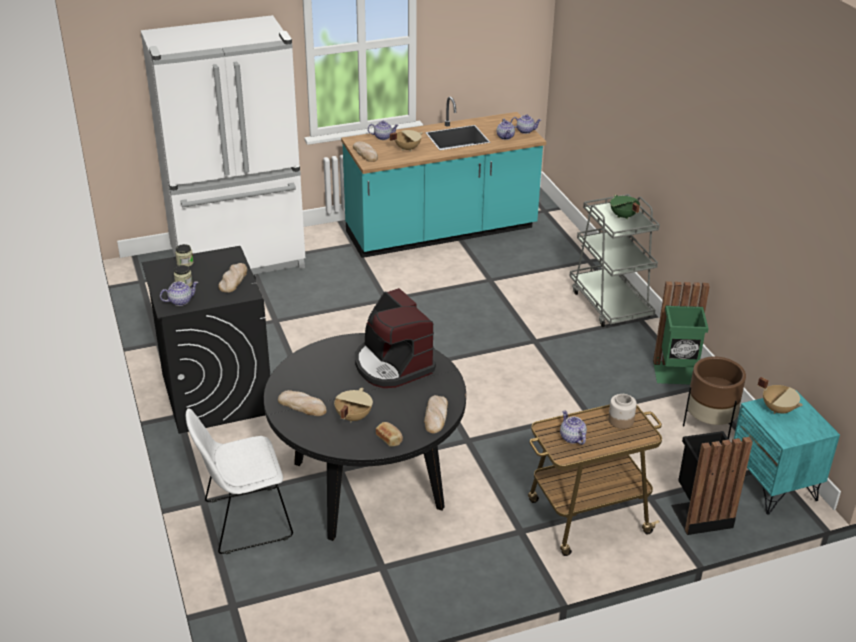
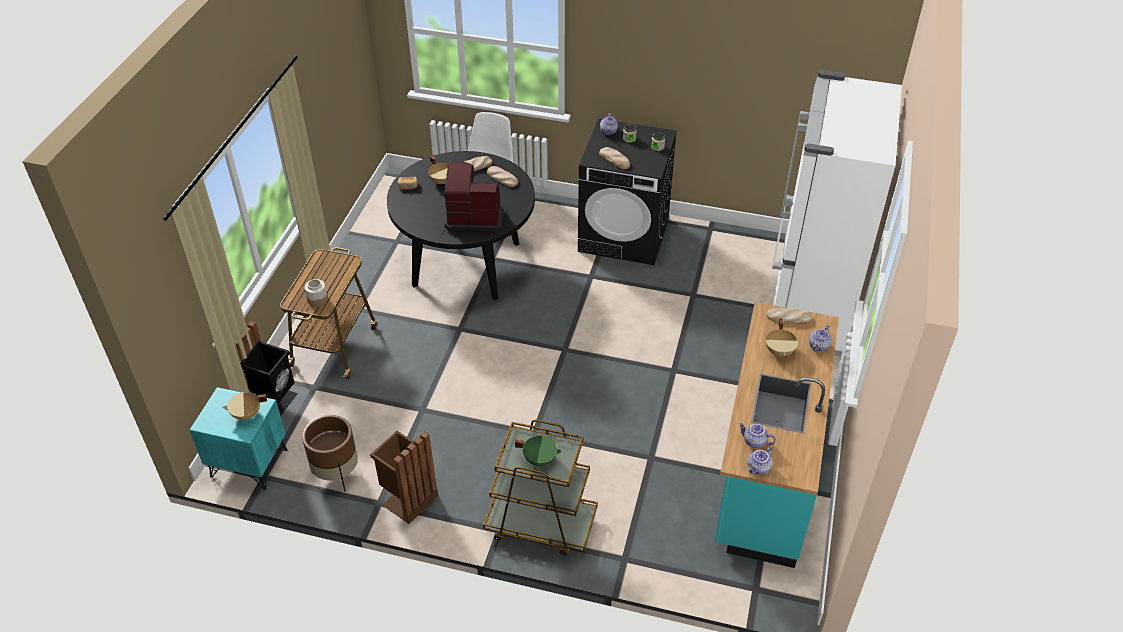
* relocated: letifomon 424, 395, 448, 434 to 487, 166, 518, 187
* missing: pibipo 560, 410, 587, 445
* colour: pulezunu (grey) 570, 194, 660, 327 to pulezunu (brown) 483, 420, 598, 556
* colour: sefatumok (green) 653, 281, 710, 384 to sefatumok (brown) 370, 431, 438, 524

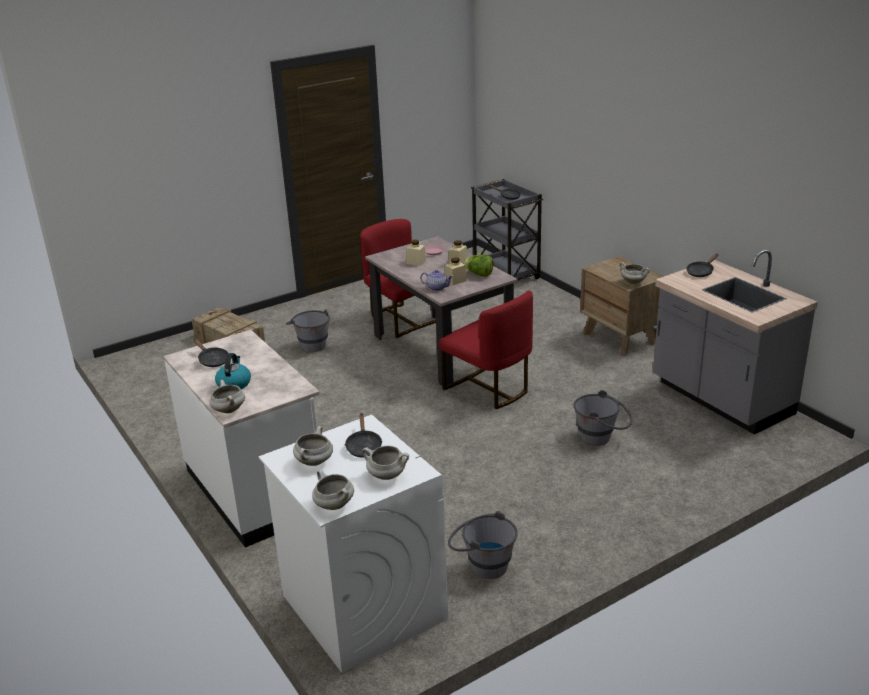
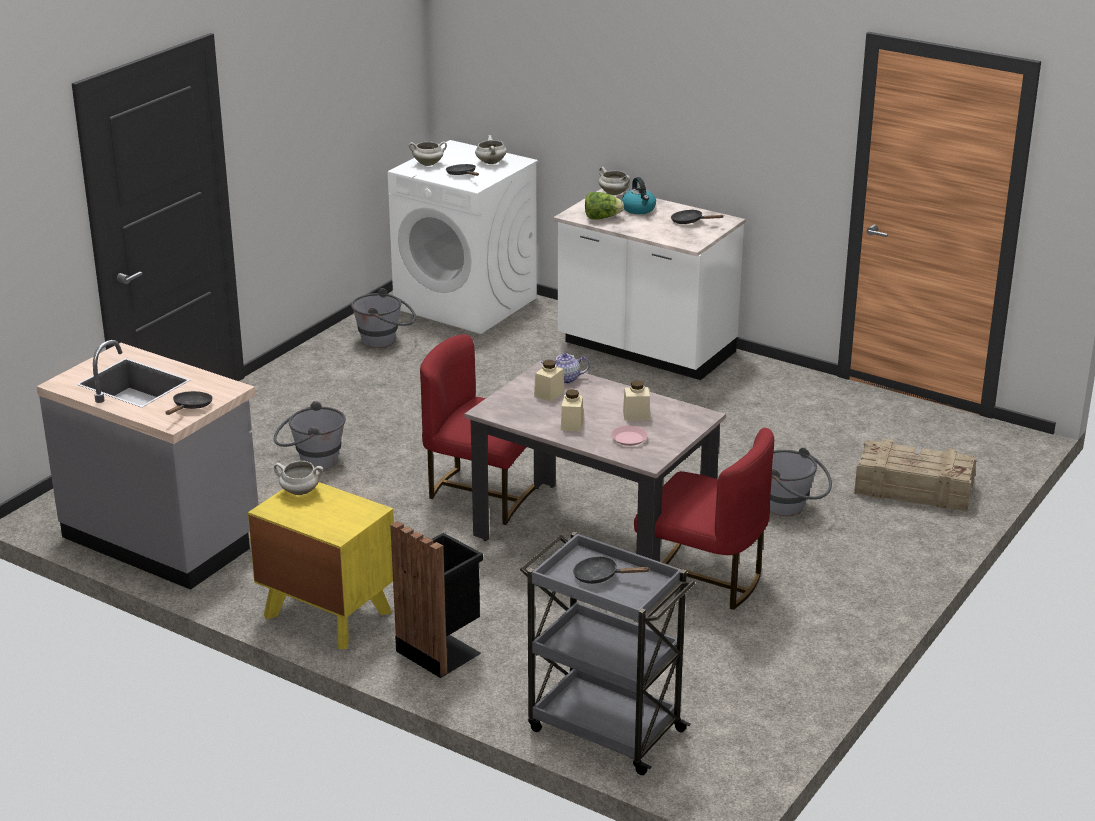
* missing: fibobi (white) 312, 470, 354, 510
* relocated: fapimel 463, 254, 493, 277 to 585, 192, 624, 220
* colour: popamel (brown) 580, 256, 664, 357 to popamel (yellow) 248, 482, 394, 649
* appeared: sefatumok (black) 390, 521, 483, 678

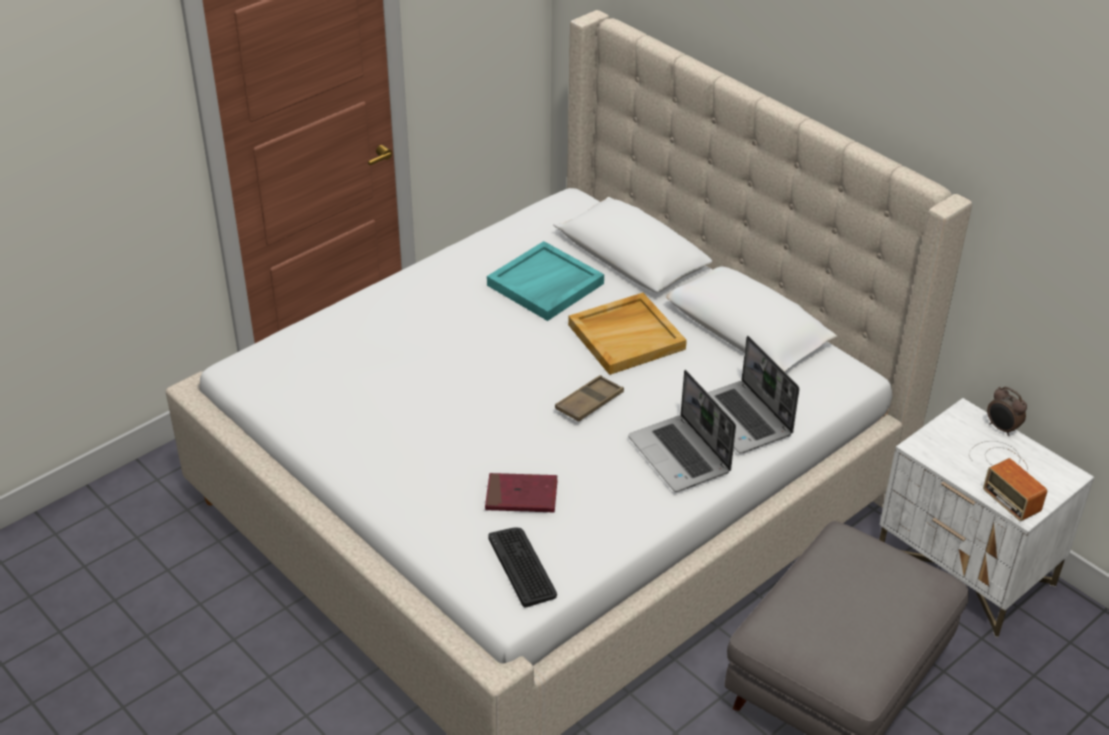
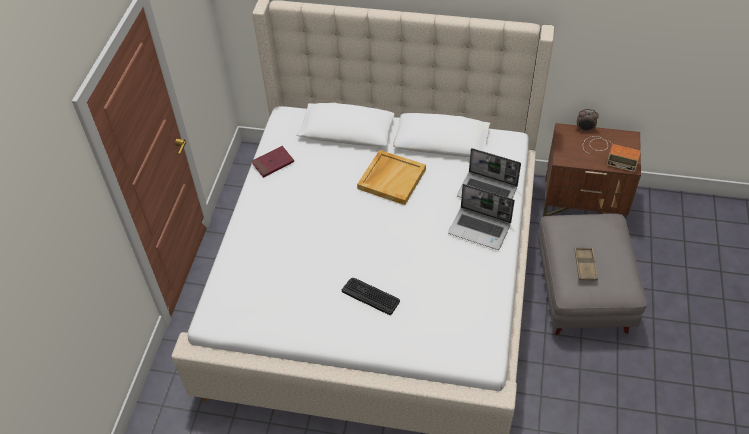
* relocated: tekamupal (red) 485, 473, 558, 512 to 252, 146, 294, 178
* missing: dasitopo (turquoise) 487, 241, 604, 321
* relocated: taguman 489, 528, 557, 608 to 342, 278, 400, 315
* relocated: dasitopo (brown) 555, 375, 624, 422 to 574, 247, 598, 281
* colour: popamel (white) 879, 398, 1094, 637 to popamel (brown) 543, 123, 641, 219

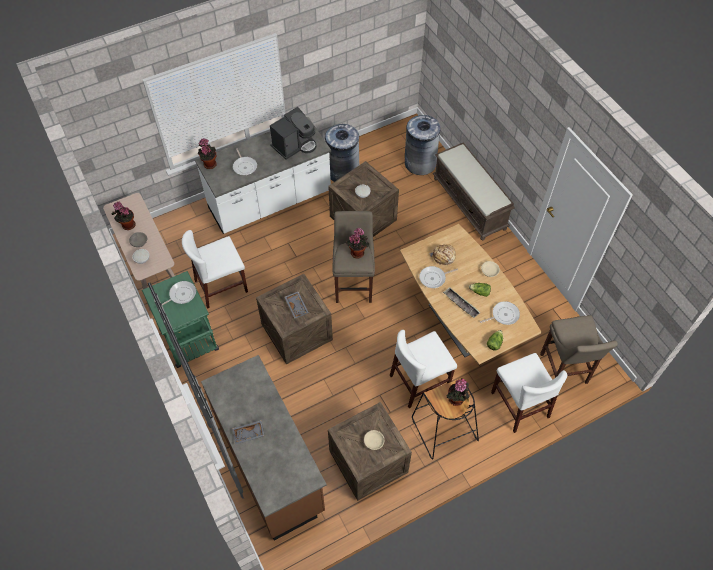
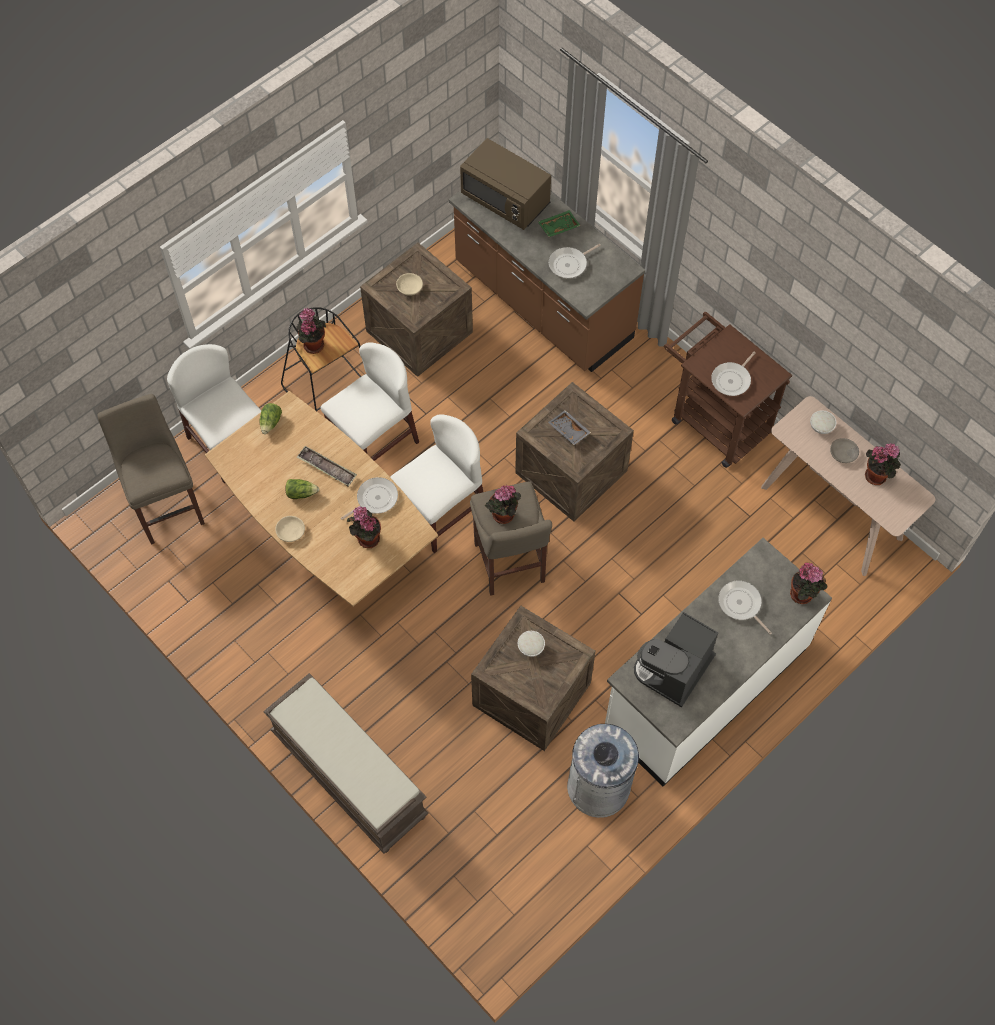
* colour: pulezunu (green) 142, 271, 219, 368 to pulezunu (brown) 664, 312, 792, 468
* relocated: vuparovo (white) 182, 230, 248, 309 to 390, 414, 483, 553
* colour: dasitopo (grey) 232, 420, 265, 445 to dasitopo (green) 538, 210, 580, 237
* missing: sefatumok (grey) 405, 115, 441, 175
* exchanged: letifomon 429, 245, 456, 265 to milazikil 347, 506, 381, 548
* relocated: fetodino 480, 301, 520, 325 to 549, 244, 601, 278
* appeared: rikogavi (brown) 460, 138, 551, 230

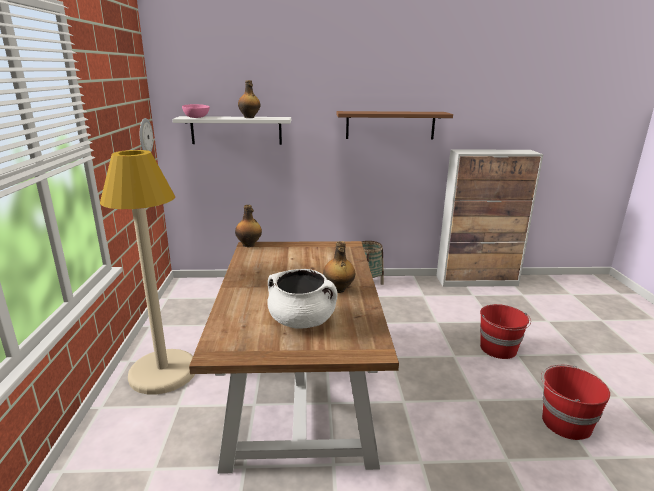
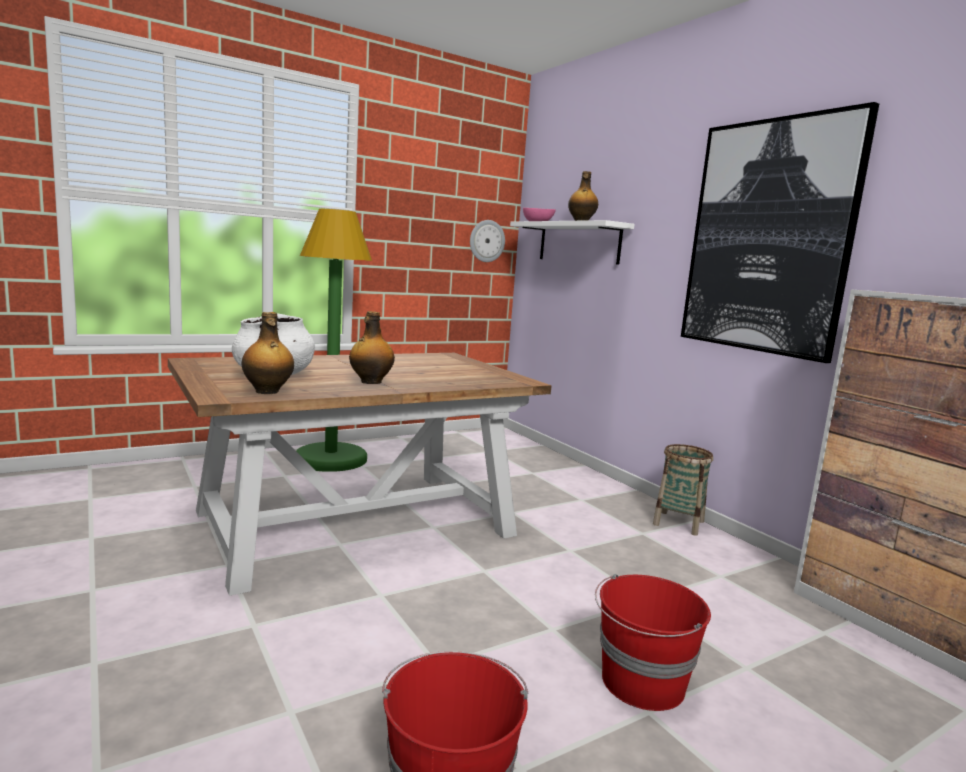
* colour: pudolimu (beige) 100, 150, 195, 395 to pudolimu (green) 296, 209, 372, 472
* relocated: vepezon 235, 205, 262, 247 to 241, 312, 294, 394
* exchanged: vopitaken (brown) 336, 111, 453, 139 to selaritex 681, 102, 879, 363

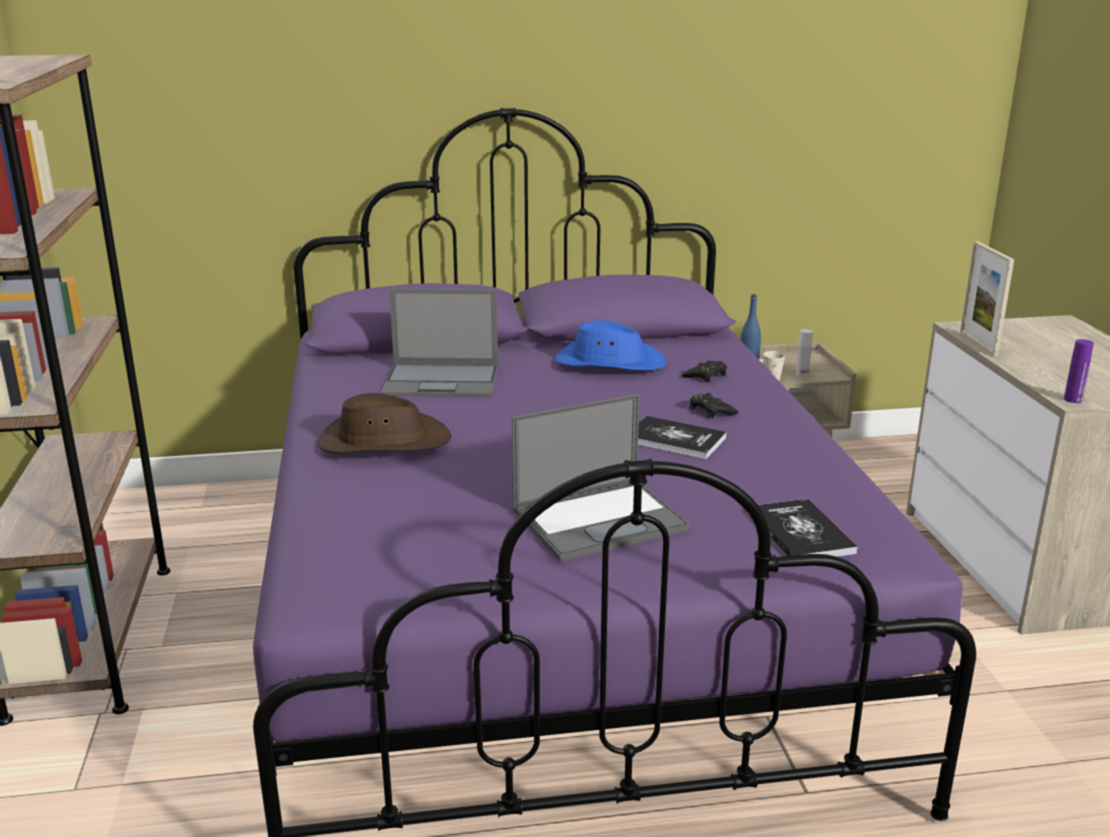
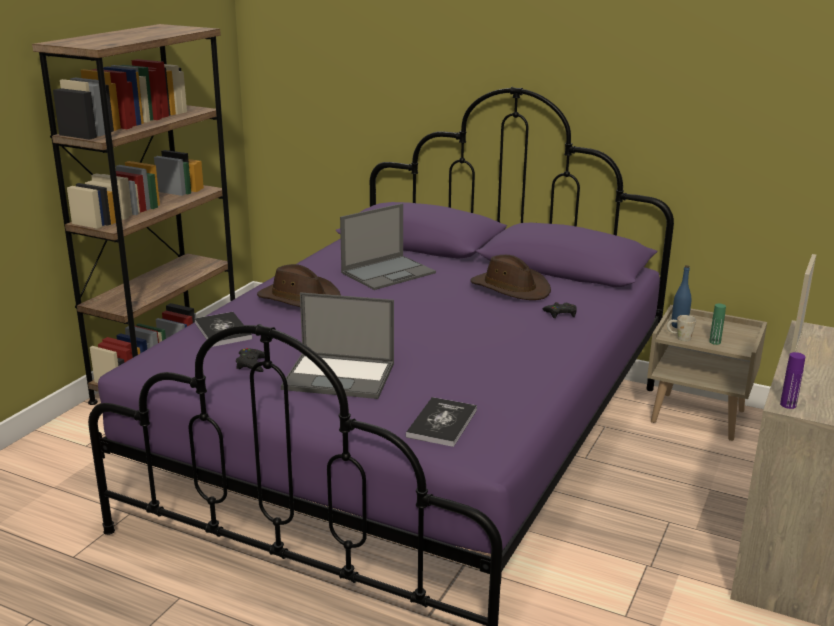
* spun: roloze 380, 289, 498, 397 = 340, 203, 436, 290 75 degrees counterclockwise
* colour: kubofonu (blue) 555, 320, 667, 370 to kubofonu (brown) 470, 255, 551, 300
* relocated: tekamupal 638, 416, 727, 459 to 194, 312, 252, 347
* relocated: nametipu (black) 690, 393, 738, 418 to 236, 348, 264, 372
* colour: vepezon (white) 796, 329, 813, 377 to vepezon (green) 709, 304, 726, 345

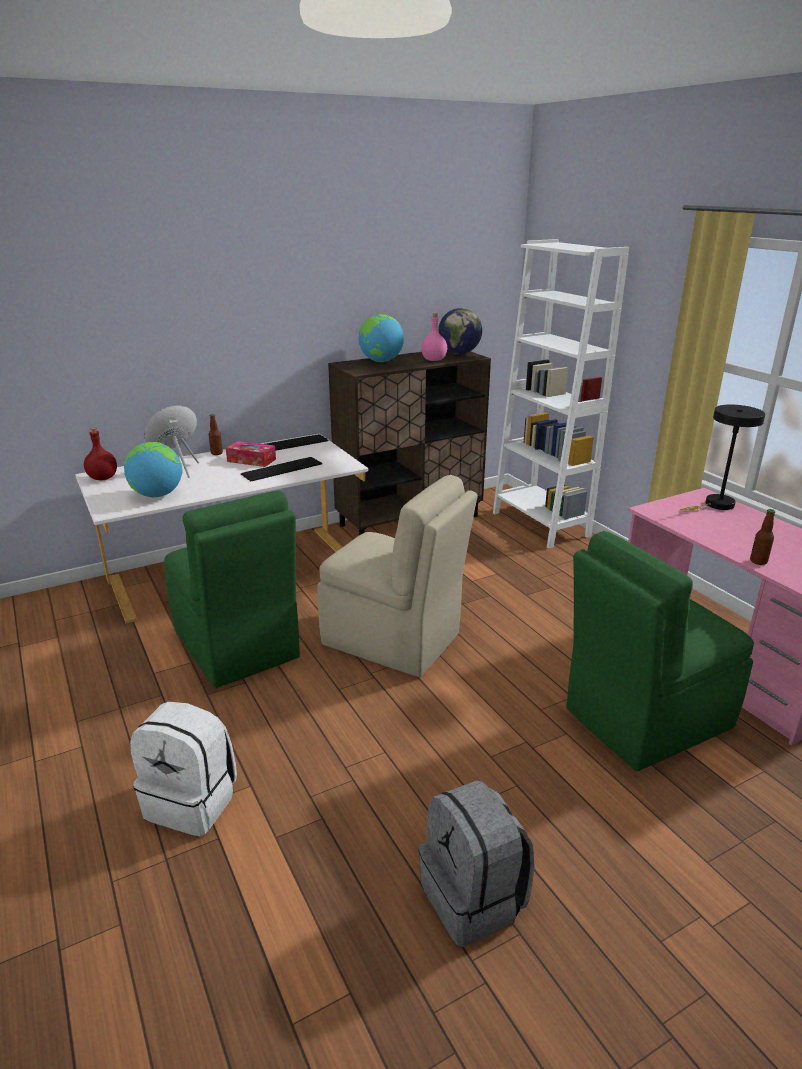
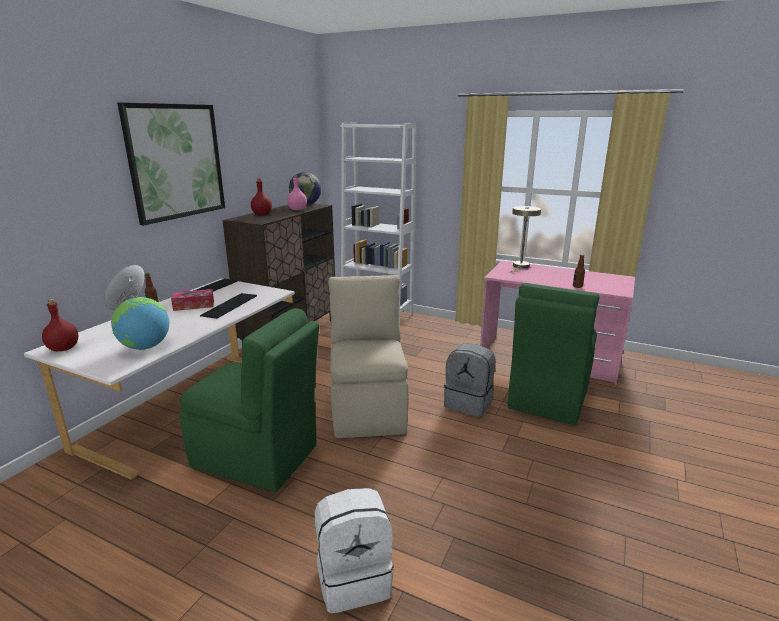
* spun: vuparovo (beige) 317, 475, 478, 677 = 328, 275, 408, 438 90 degrees counterclockwise
* exchanged: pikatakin 359, 314, 404, 362 to vepezon (red) 251, 178, 272, 215
* relocated: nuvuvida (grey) 419, 780, 535, 947 to 444, 343, 496, 417
* colour: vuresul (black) 680, 405, 765, 512 to vuresul (beige) 509, 206, 541, 273
* appeared: selaritex 117, 102, 225, 225

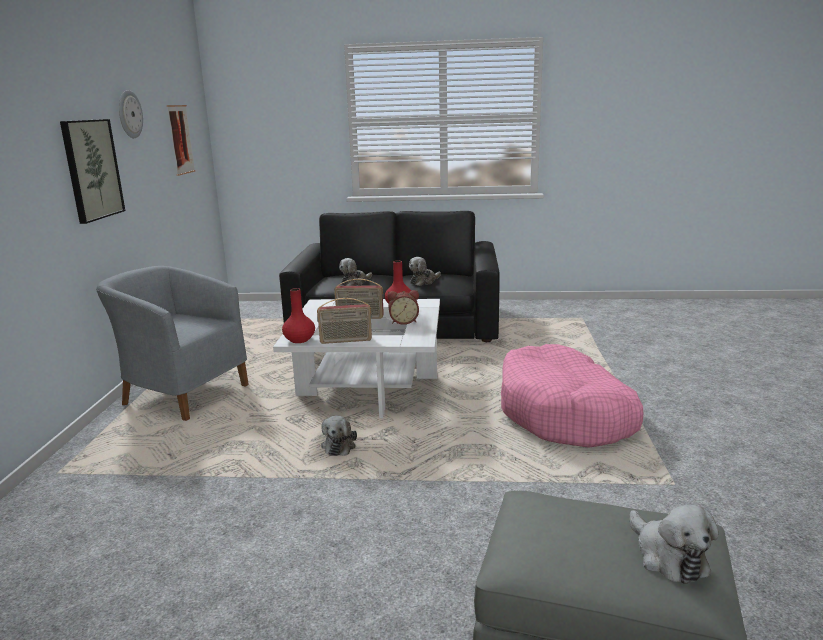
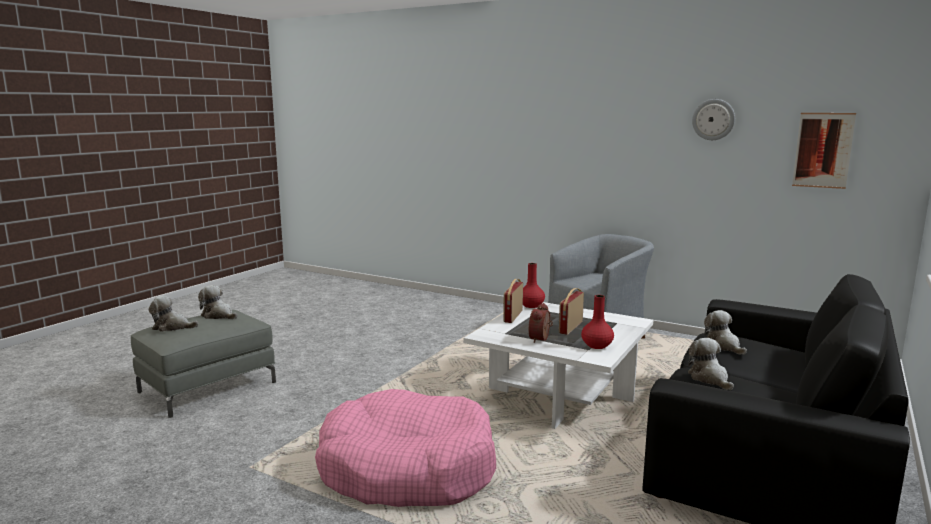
* missing: selaritex 60, 119, 125, 224
* relocated: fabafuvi 321, 415, 357, 456 to 198, 285, 237, 319

